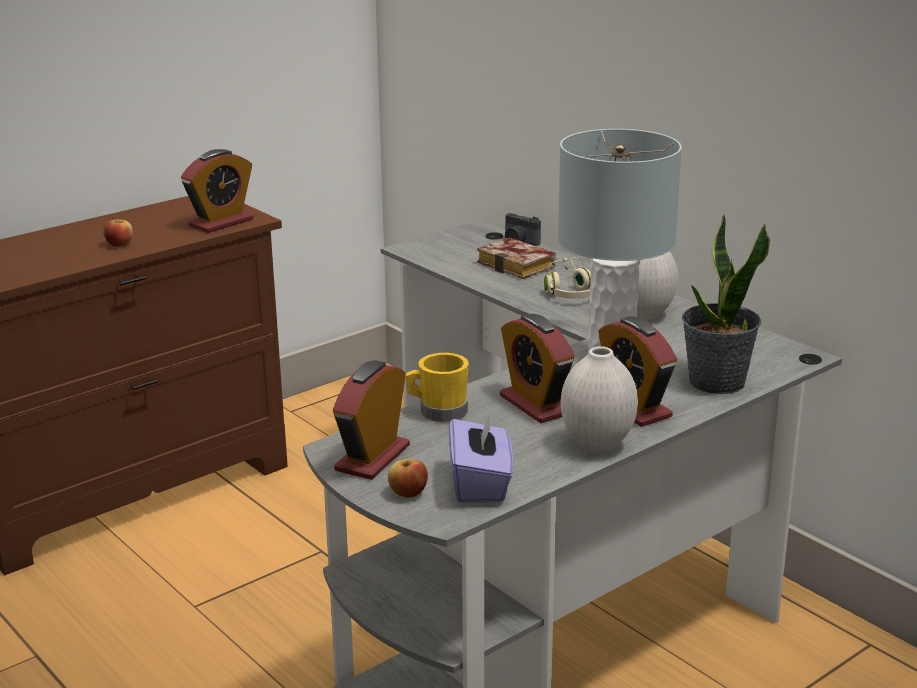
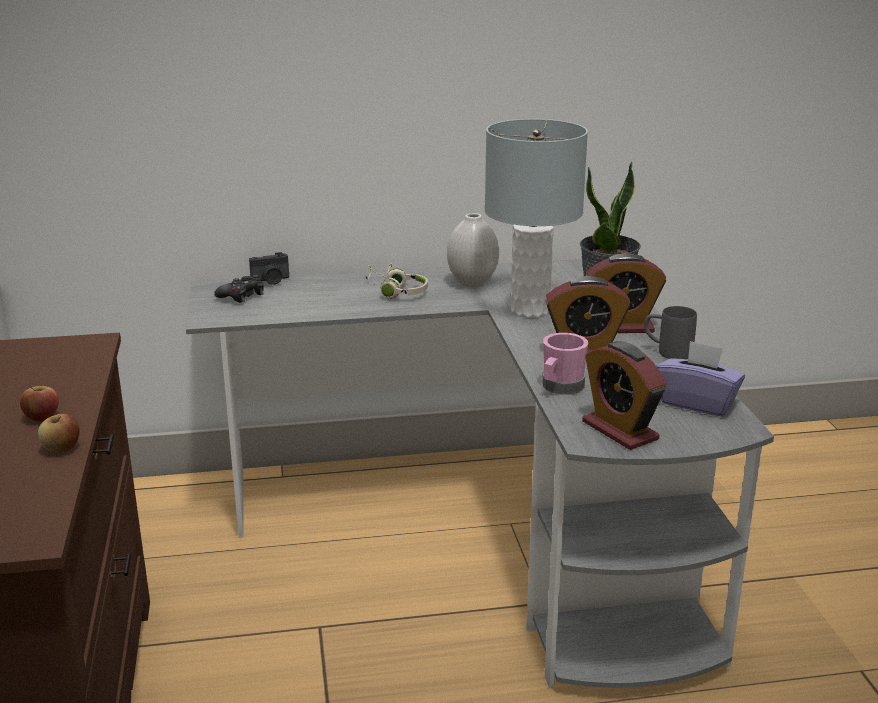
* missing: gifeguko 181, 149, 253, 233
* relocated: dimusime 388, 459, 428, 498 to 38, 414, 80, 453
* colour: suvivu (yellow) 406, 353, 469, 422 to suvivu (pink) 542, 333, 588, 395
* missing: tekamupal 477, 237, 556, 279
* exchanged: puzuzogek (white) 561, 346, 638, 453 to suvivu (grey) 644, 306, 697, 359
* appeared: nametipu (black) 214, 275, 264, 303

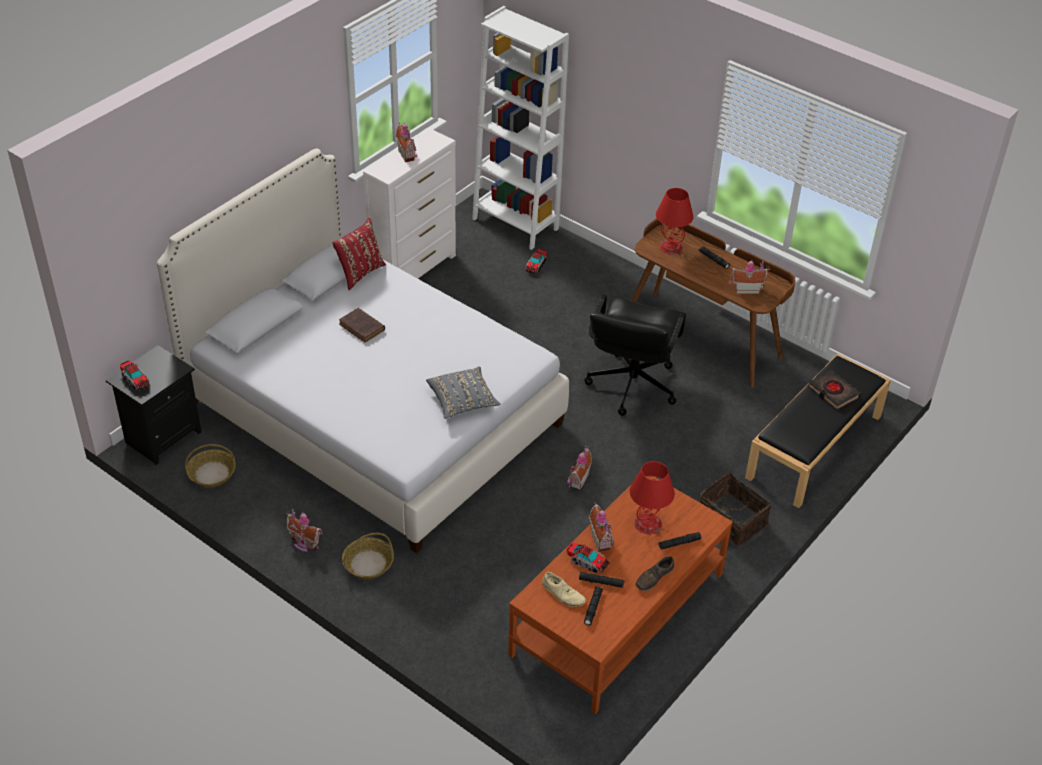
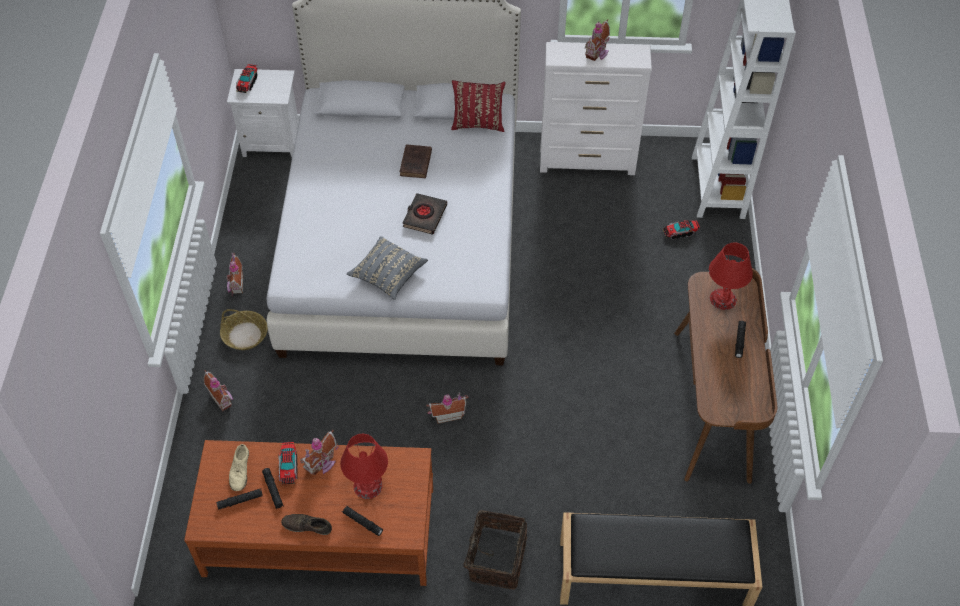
* colour: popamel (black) 105, 345, 201, 466 to popamel (white) 227, 69, 299, 157
* missing: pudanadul 185, 444, 236, 488
* missing: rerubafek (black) 584, 294, 686, 416
* relocated: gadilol 728, 260, 770, 294 to 204, 370, 233, 412
* relocated: tekamupal (black) 808, 370, 861, 410 to 402, 193, 447, 235

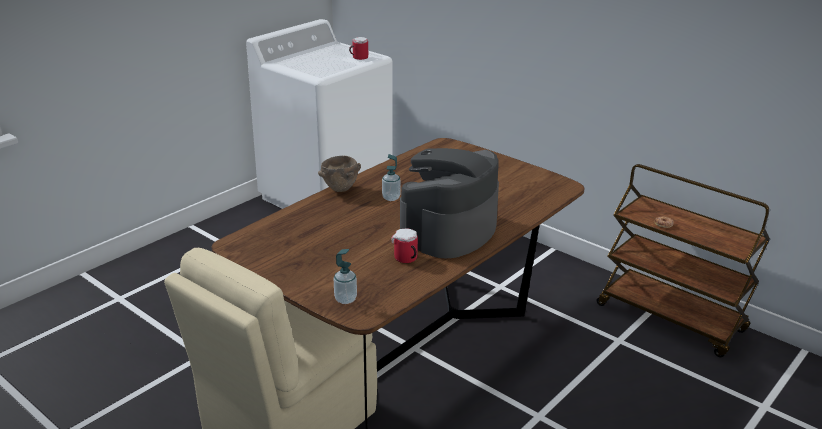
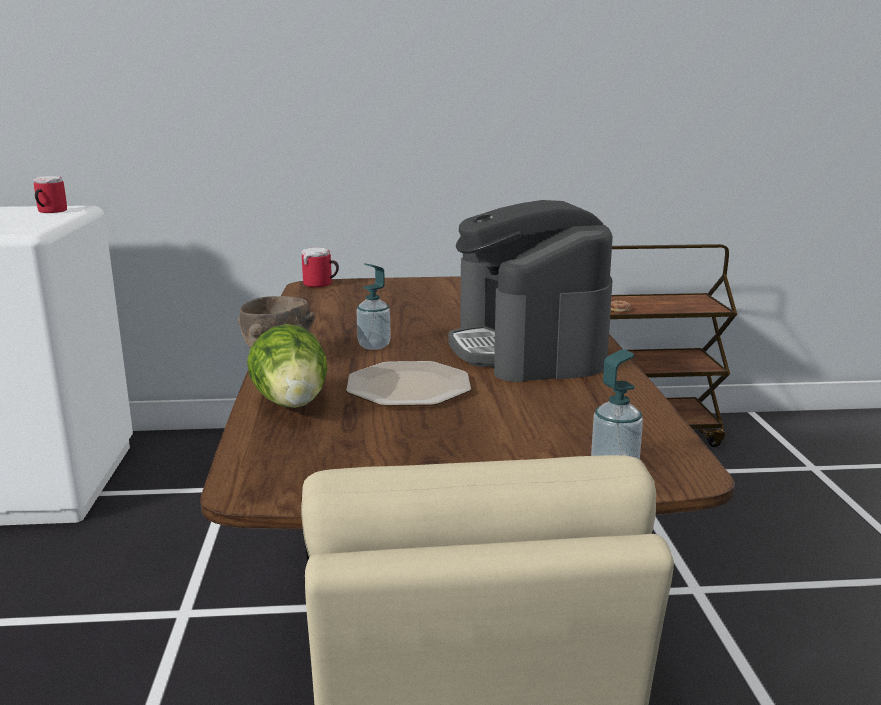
* relocated: suvivu 391, 228, 418, 263 to 301, 247, 339, 287
* appeared: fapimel 247, 324, 327, 408
* appeared: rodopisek 346, 361, 471, 406

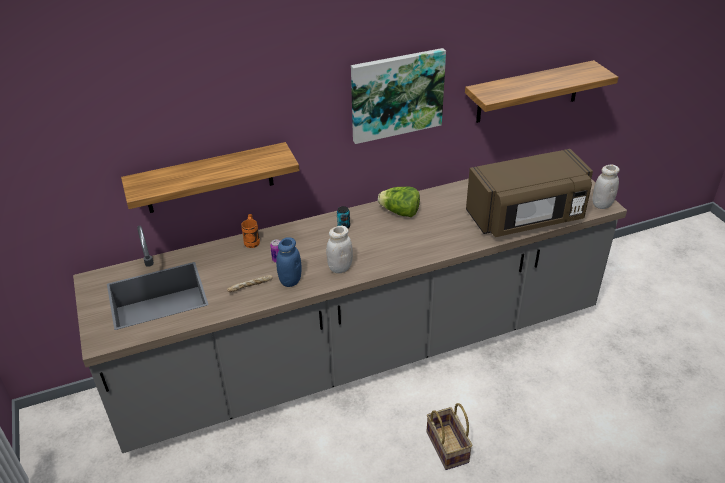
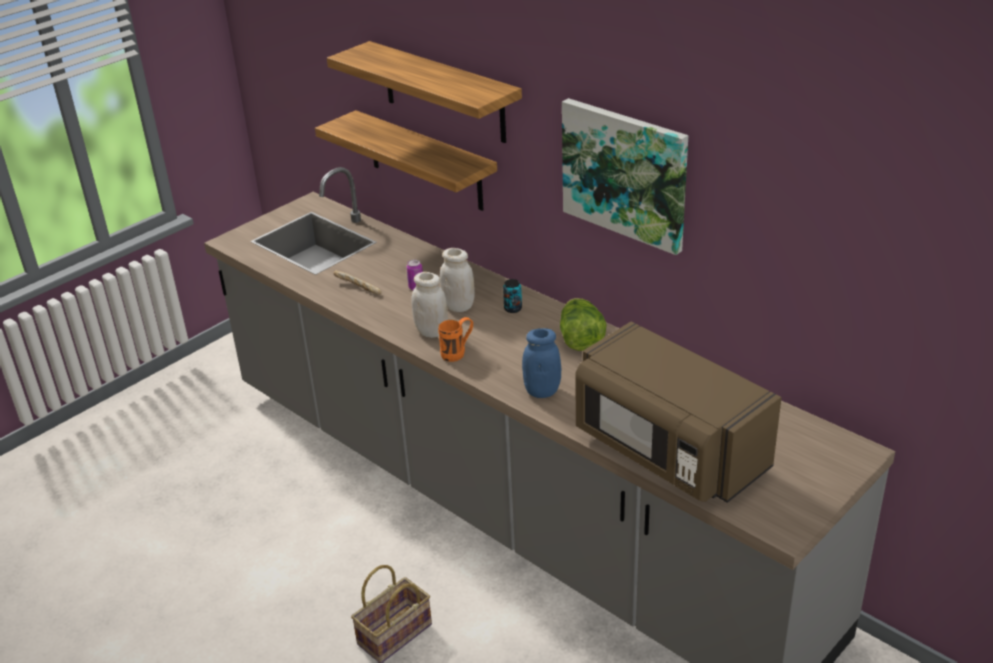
* relocated: suvivu (orange) 241, 214, 260, 248 to 438, 317, 473, 362
* relocated: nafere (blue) 276, 237, 302, 287 to 522, 328, 561, 398
* relocated: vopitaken 465, 60, 618, 123 to 327, 41, 522, 143
* relocated: nafere (white) 593, 165, 619, 209 to 440, 248, 475, 312

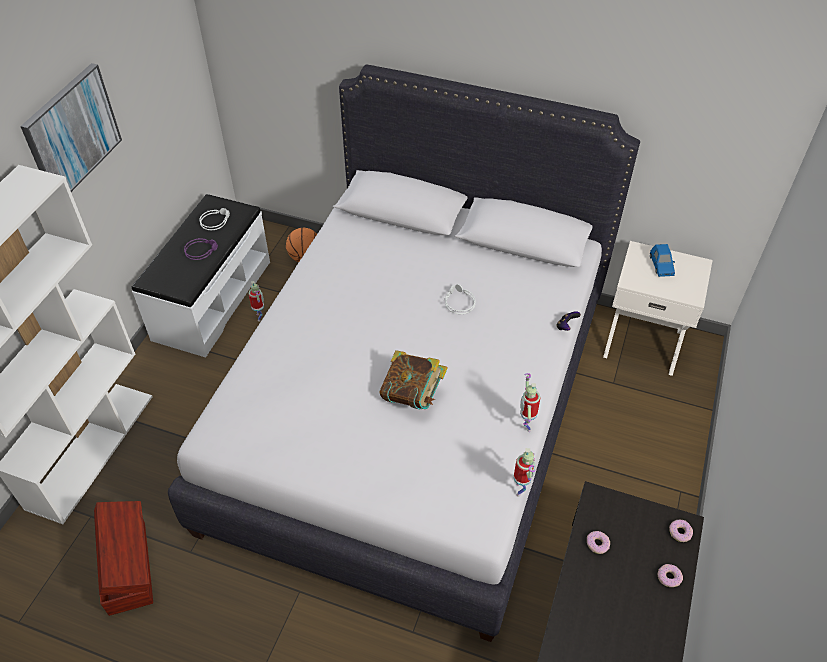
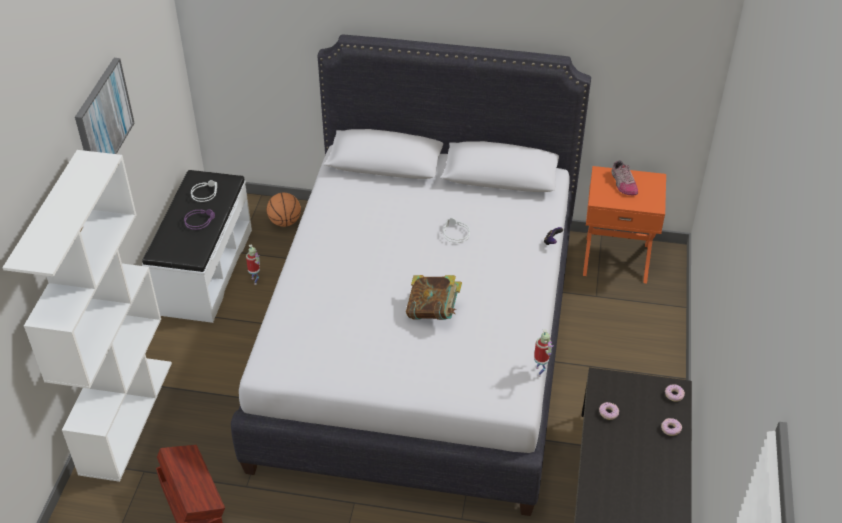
* missing: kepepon 520, 373, 541, 432
* colour: popamel (white) 603, 241, 713, 376 to popamel (orange) 583, 166, 666, 284
* exchanged: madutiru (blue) 650, 244, 675, 277 to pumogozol 611, 160, 638, 196

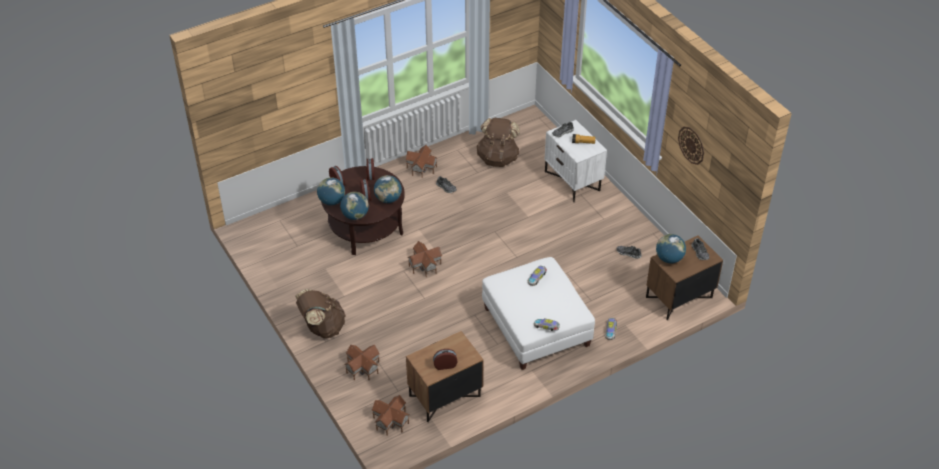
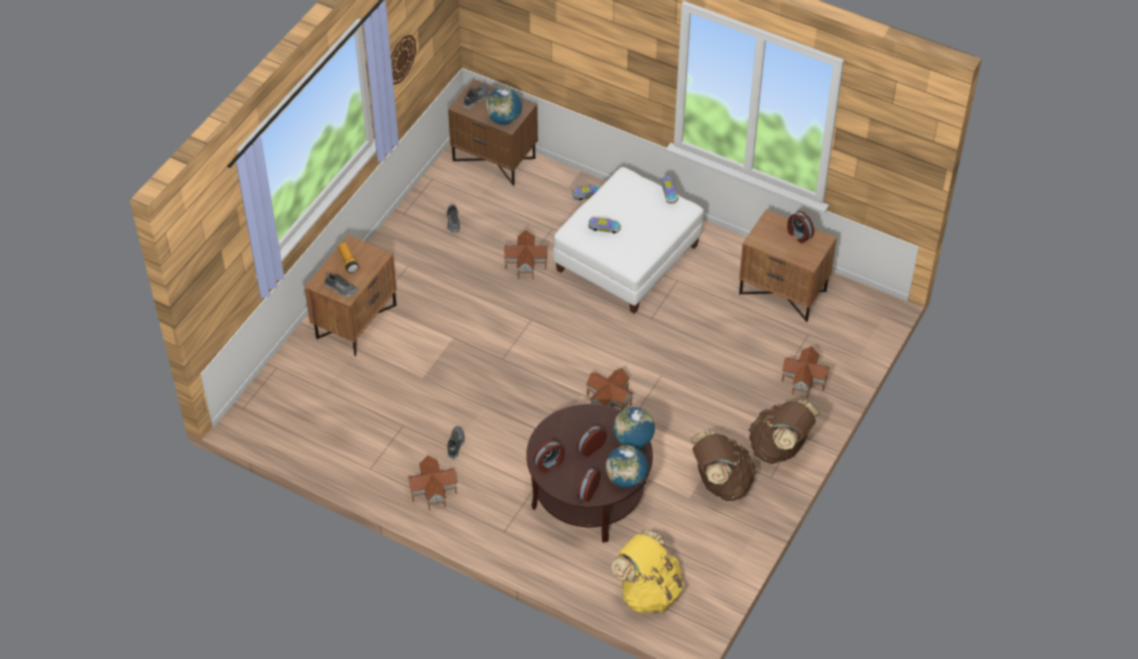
* relocated: gadilol 371, 395, 409, 436 to 504, 230, 548, 279
* missing: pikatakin 374, 175, 402, 203
* relocated: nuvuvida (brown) 476, 118, 520, 167 to 690, 431, 757, 501
* colour: popamel (white) 544, 120, 607, 202 to popamel (brown) 305, 235, 397, 356
* appeared: nuvuvida (yellow) 611, 529, 684, 614

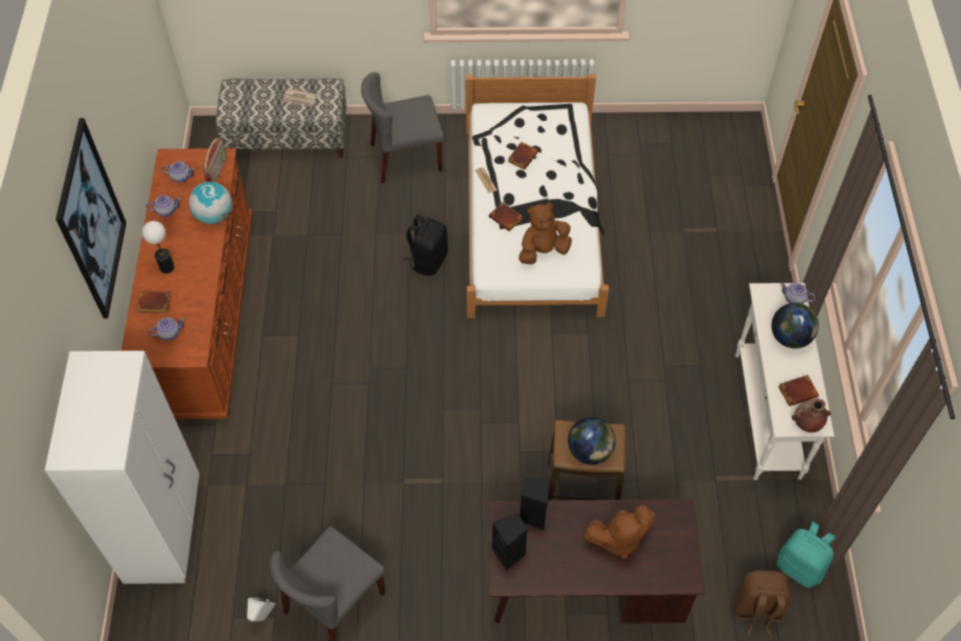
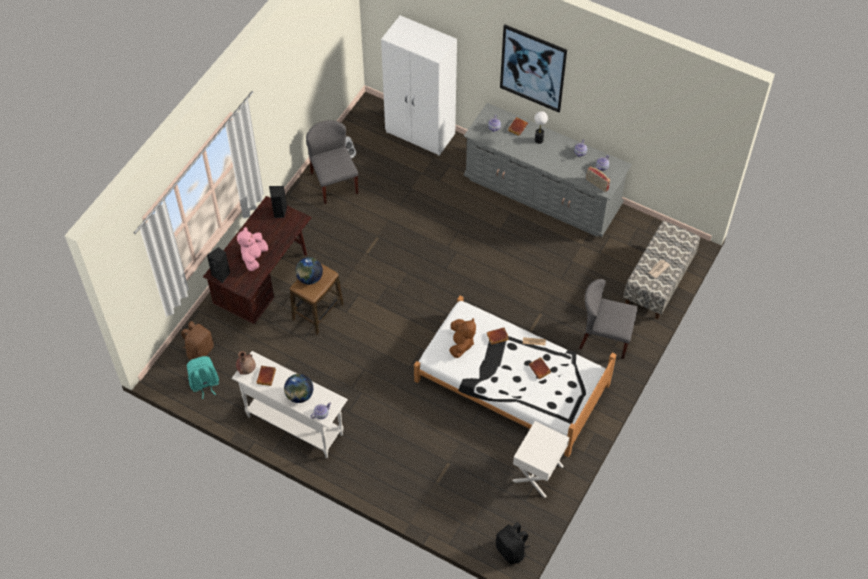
* colour: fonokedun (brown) 121, 148, 252, 419 to fonokedun (grey) 464, 103, 632, 237
* missing: pikatakin 189, 182, 232, 224
* spun: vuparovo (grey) 361, 72, 444, 183 = 579, 279, 637, 359 90 degrees counterclockwise
* relocated: nuvuvida (black) 403, 214, 448, 275 to 496, 522, 530, 564
* relocated: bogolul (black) 520, 477, 550, 530 to 207, 247, 230, 283
* colour: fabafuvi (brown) 583, 505, 655, 559 to fabafuvi (pink) 237, 227, 268, 271
* appeared: popamel (white) 513, 421, 569, 498

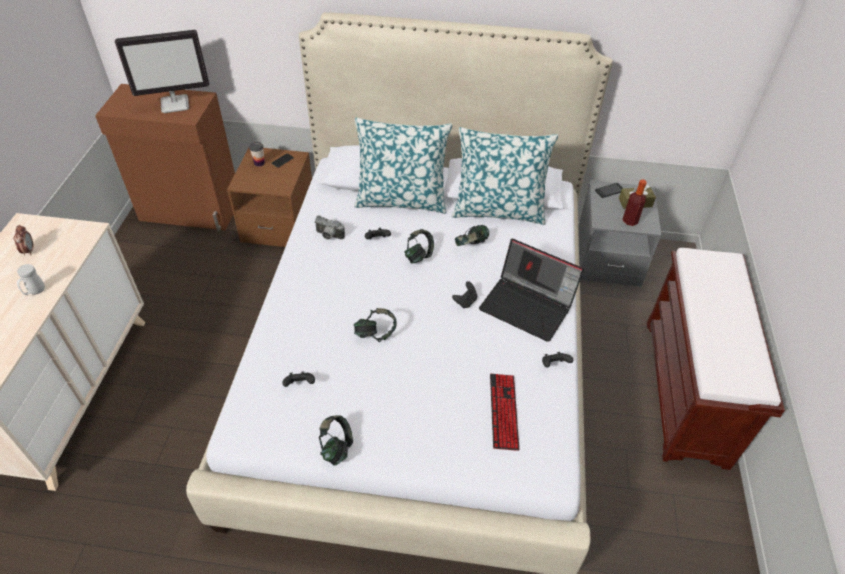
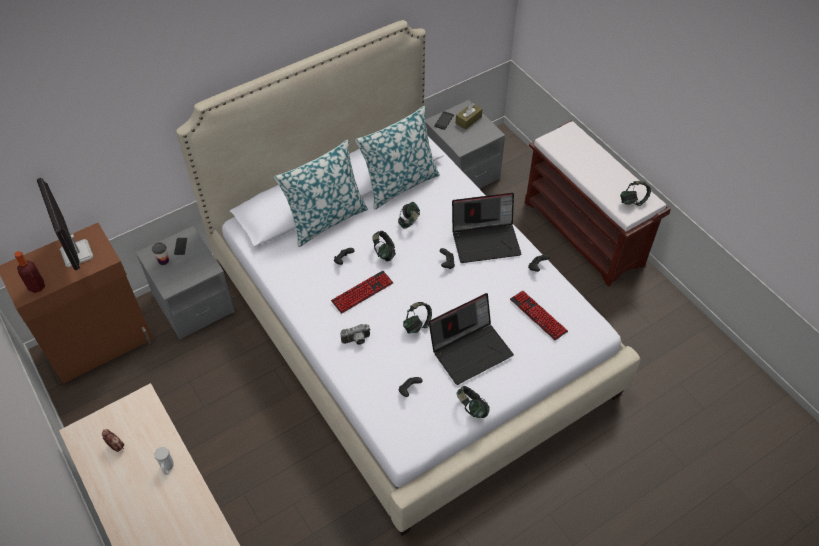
* spun: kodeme 115, 30, 209, 113 = 37, 178, 94, 270 120 degrees clockwise
* colour: popamel (brown) 227, 148, 312, 247 to popamel (grey) 136, 226, 235, 339
* relocated: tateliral 314, 215, 345, 240 to 340, 324, 370, 345
* relocated: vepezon 622, 179, 647, 226 to 14, 251, 45, 293
* appeared: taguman 331, 270, 393, 314
* appeared: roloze 429, 293, 514, 385
* appeared: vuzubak 620, 181, 651, 206

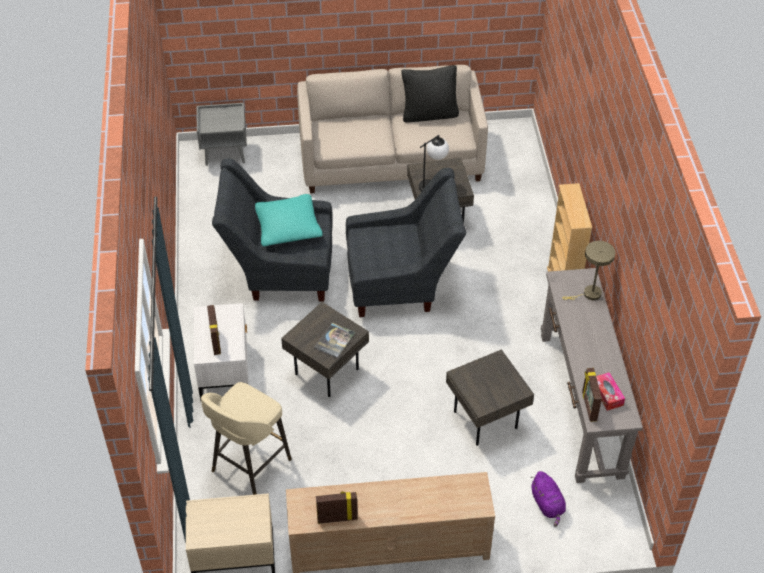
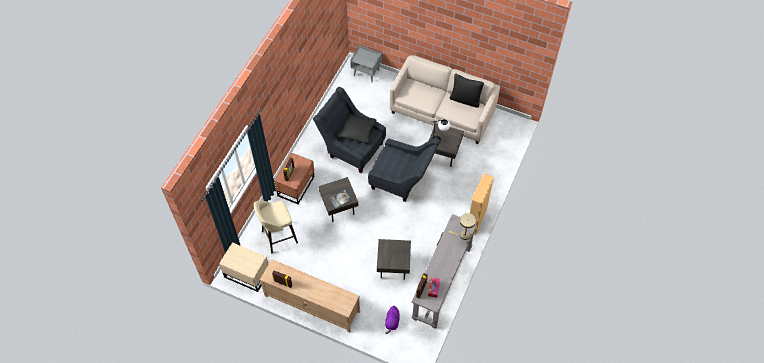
* colour: popamel (white) 194, 303, 248, 400 to popamel (brown) 274, 152, 315, 204
* colour: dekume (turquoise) 255, 194, 323, 247 to dekume (black) 338, 113, 376, 144

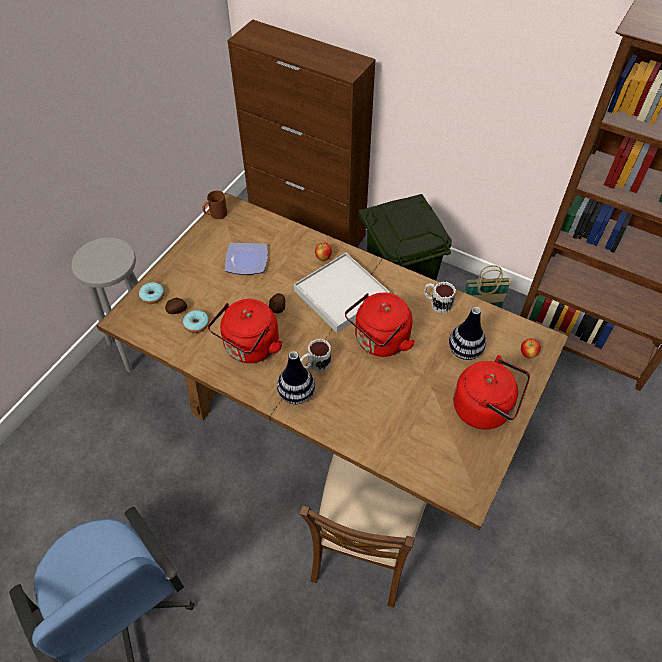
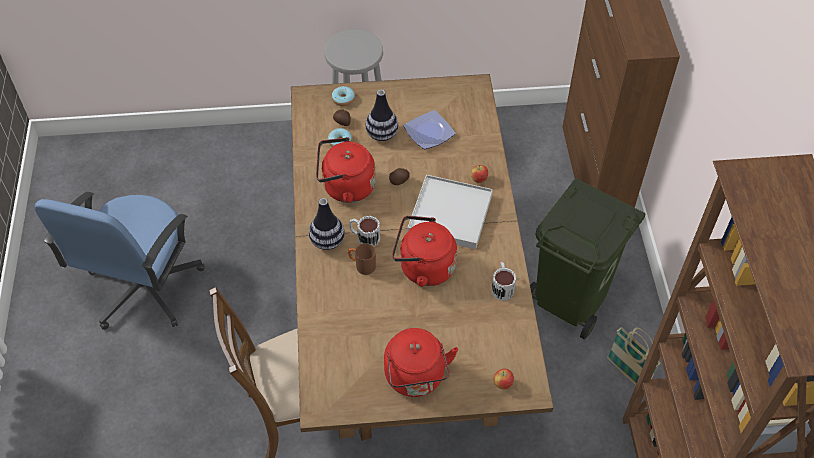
* relocated: suvivu (brown) 202, 191, 227, 219 to 348, 243, 376, 275
* relocated: puzuzogek 449, 307, 486, 360 to 366, 90, 398, 141

